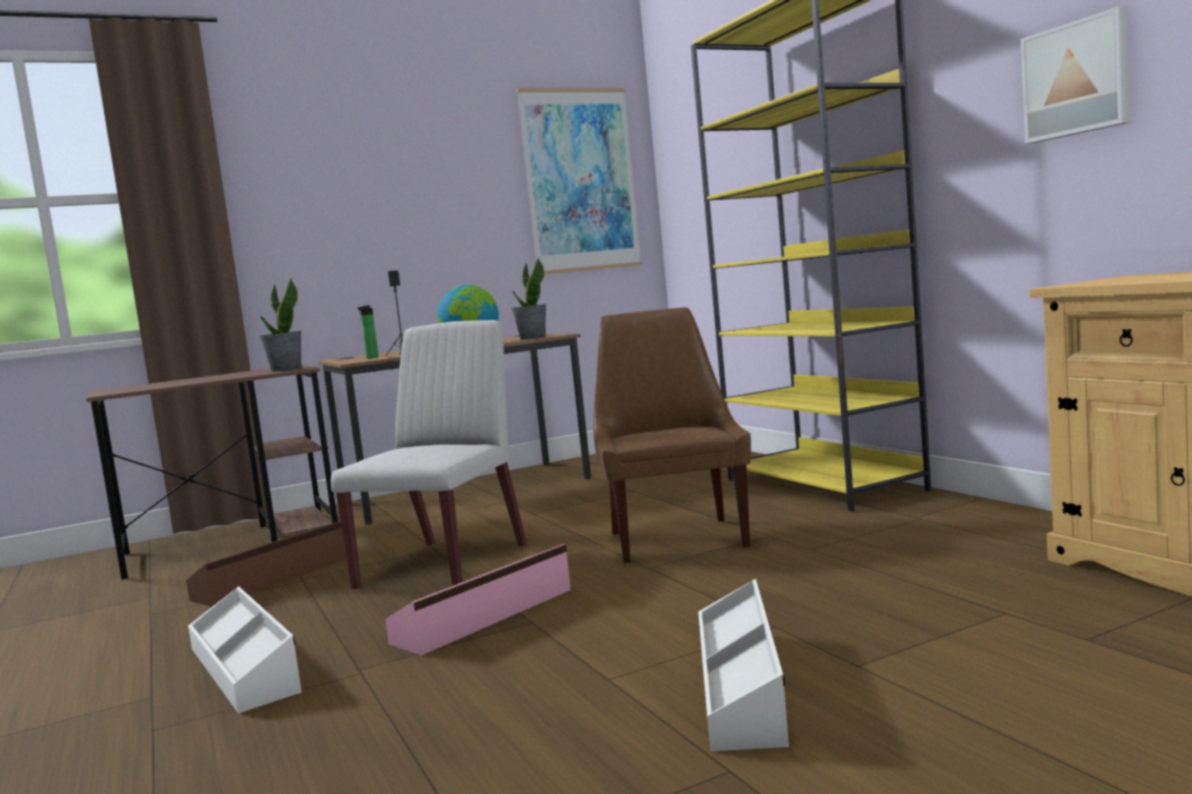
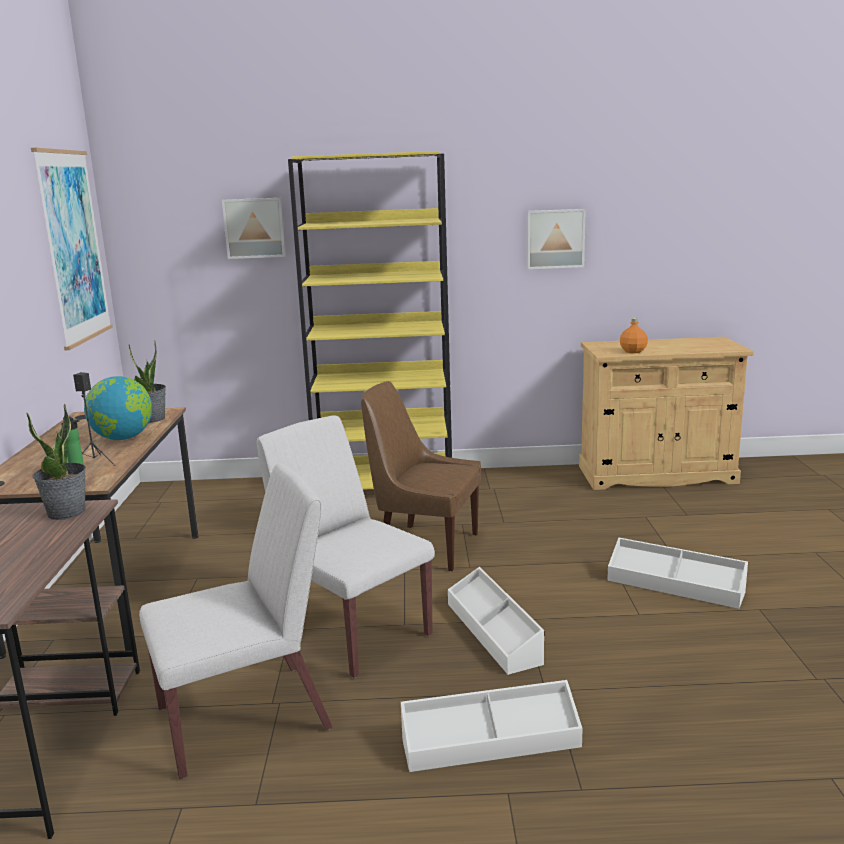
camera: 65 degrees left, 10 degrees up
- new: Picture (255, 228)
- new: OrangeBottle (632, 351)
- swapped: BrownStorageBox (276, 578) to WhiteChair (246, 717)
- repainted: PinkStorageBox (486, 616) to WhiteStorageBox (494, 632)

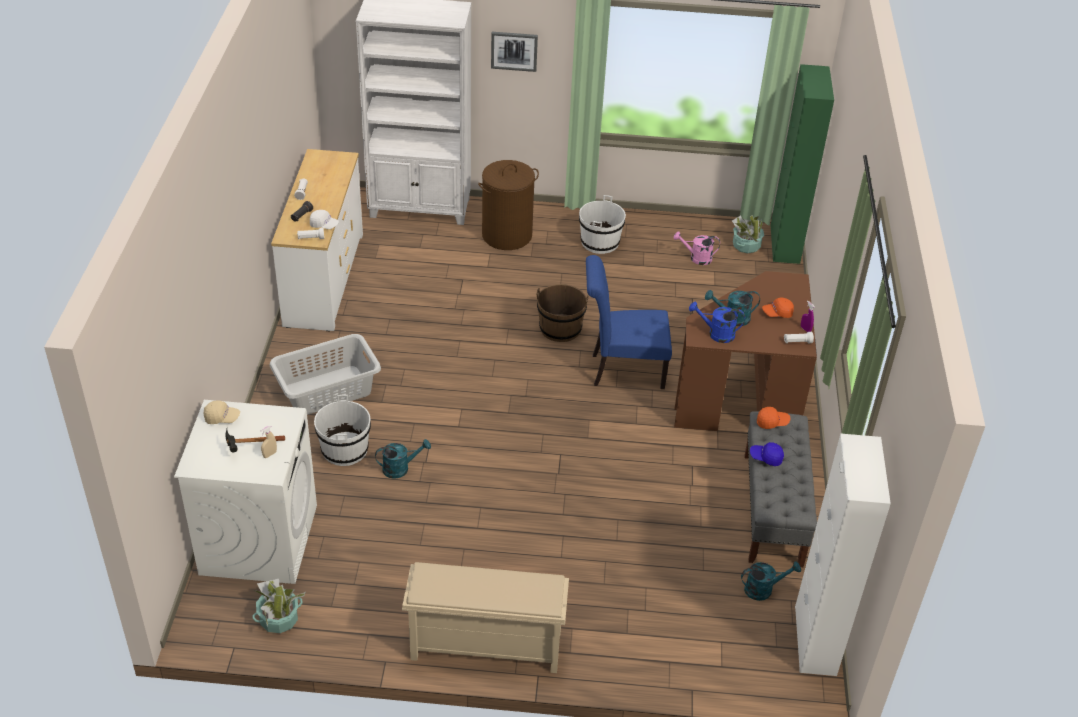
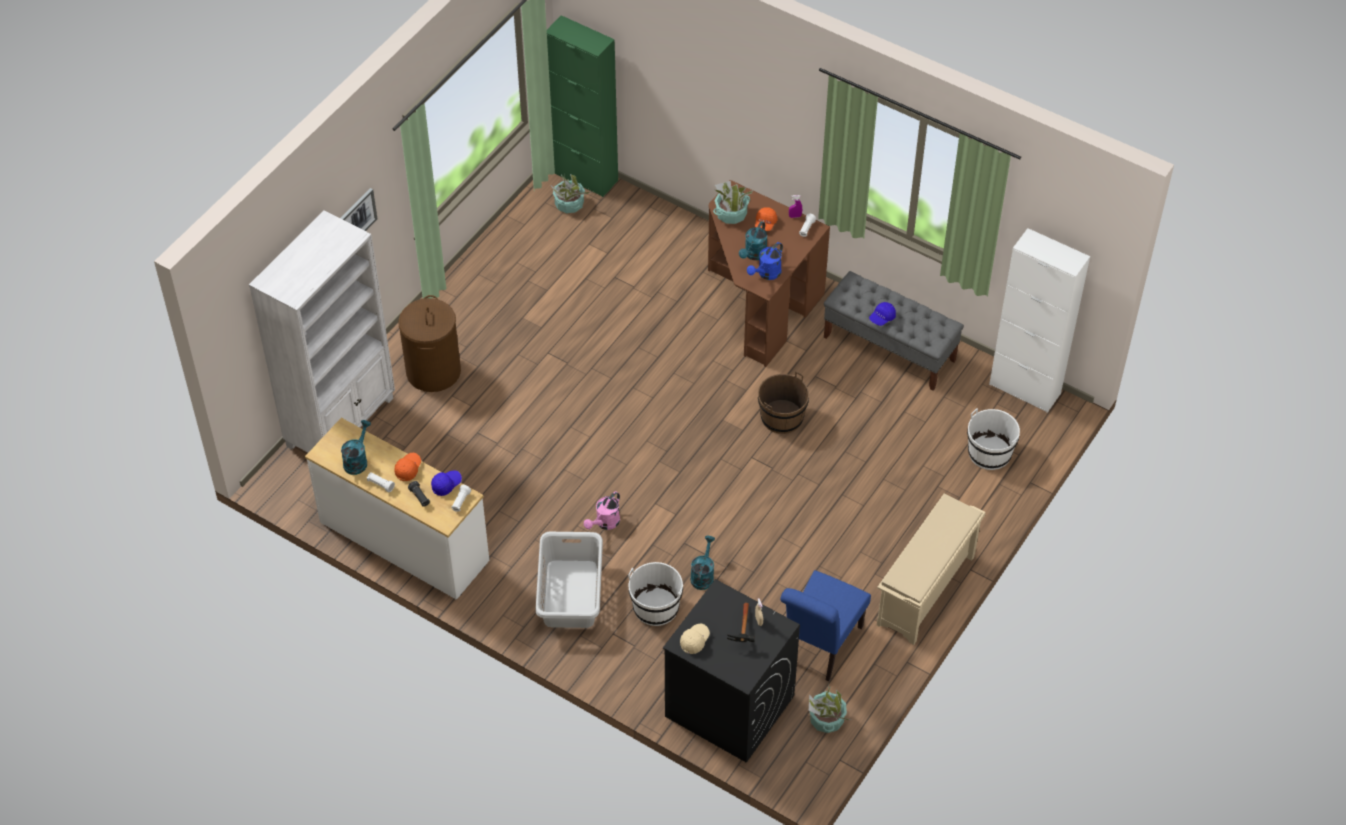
camera: 60 degrees left, 10 degrees up
- new: PottedPlant (731, 214)
- shifted: BrownBucket (560, 329) to (782, 417)
- shifted: WhiteBucket (599, 242) to (989, 453)
- shifted: BlueChair (622, 370) to (819, 647)
- shifted: PinkWateringCan (696, 258) to (605, 523)
- shifted: TurquoiseWateringCan (763, 589) to (357, 460)
- shifted: OrangeCap (772, 422) to (408, 469)
- repainted: WhiteWashingMachine (259, 539) to BlackWashingMachine (728, 706)
- repainted: WhiteCap (324, 225) to BlueCap (446, 485)

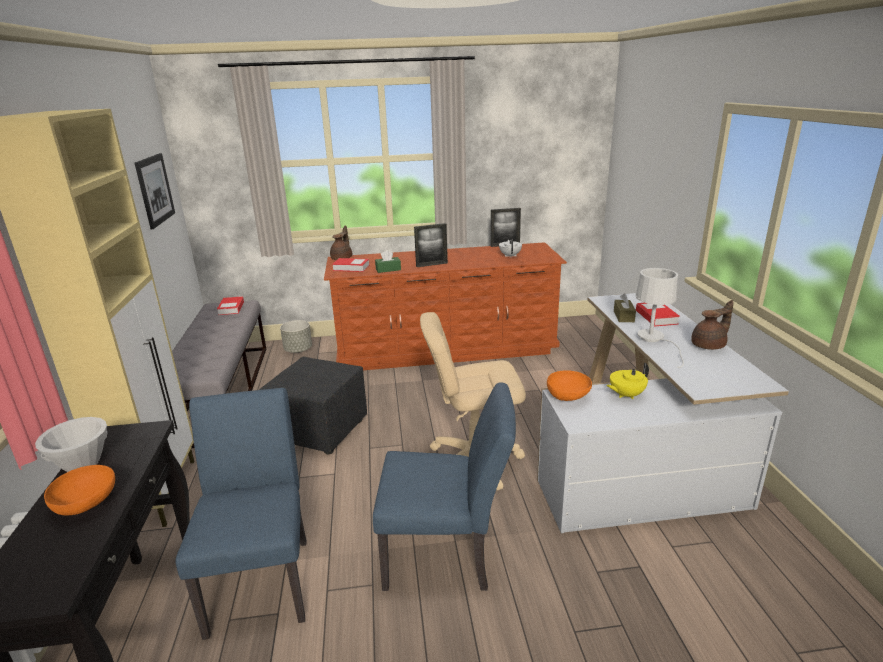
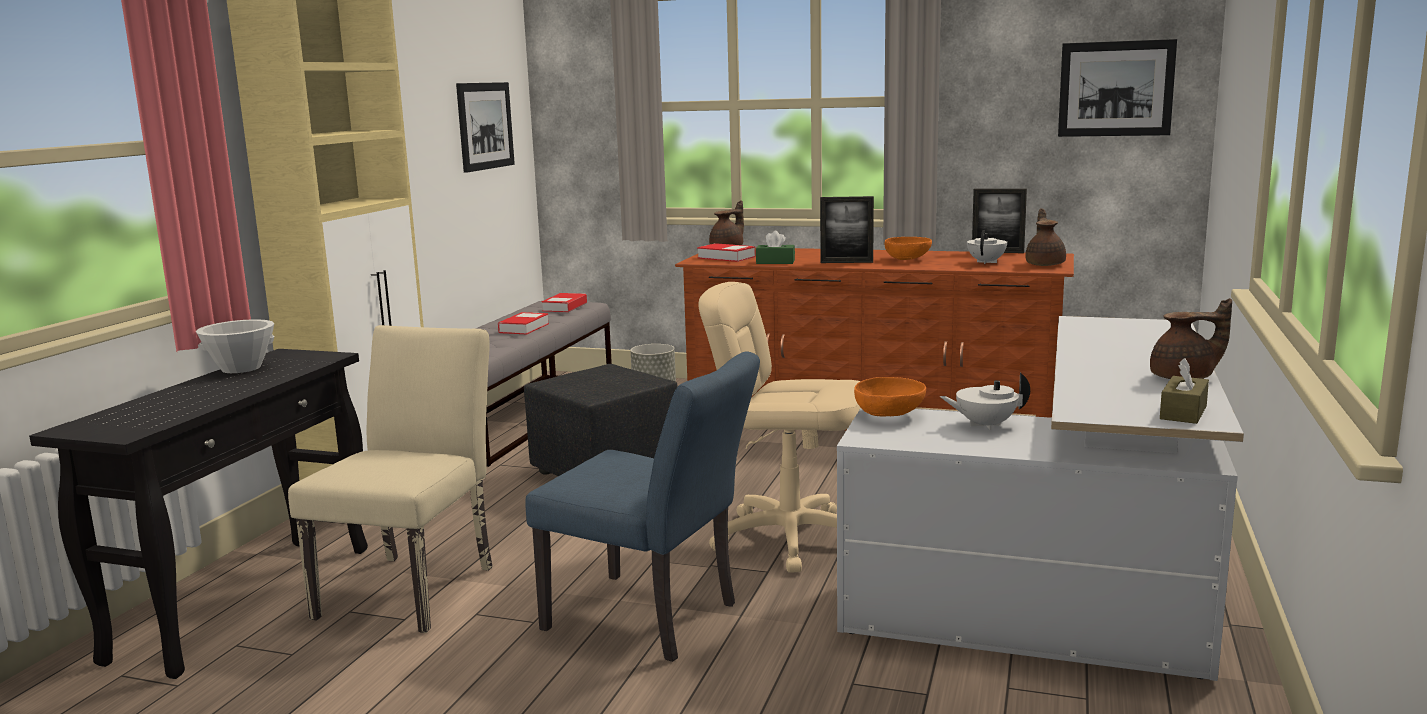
camera: 25 degrees right, 10 degrees down
- gone: WhiteTableLamp (655, 341)
- new: BrownTeapot (1045, 264)
- new: Picture (1115, 89)
- shifted: OrangeBowl (87, 504) to (908, 259)
- shifted: BrownTissueBox (623, 316) to (1183, 412)
- shifted: Book (656, 317) to (524, 328)
- repainted: BlueChair (262, 577) to BeigeChair (415, 586)
- repainted: YellowTeapot (626, 395) to WhiteTeapot (984, 425)

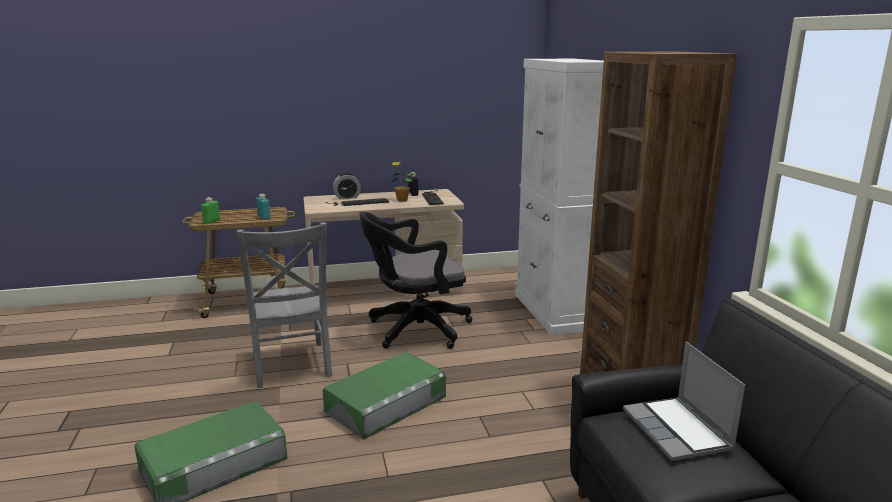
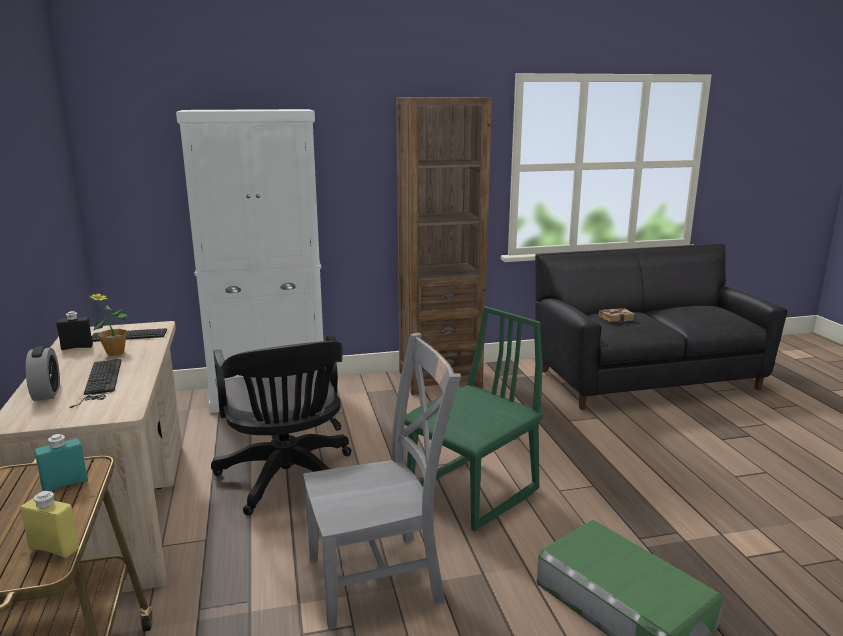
camera: 90 degrees left, 0 degrees up
- swapped: GreenStorageBox (386, 404) to GreenChair (473, 492)
- swapped: Laptop (678, 431) to Book (616, 318)
- repainted: GreenBottle (211, 221) to YellowBottle (54, 548)

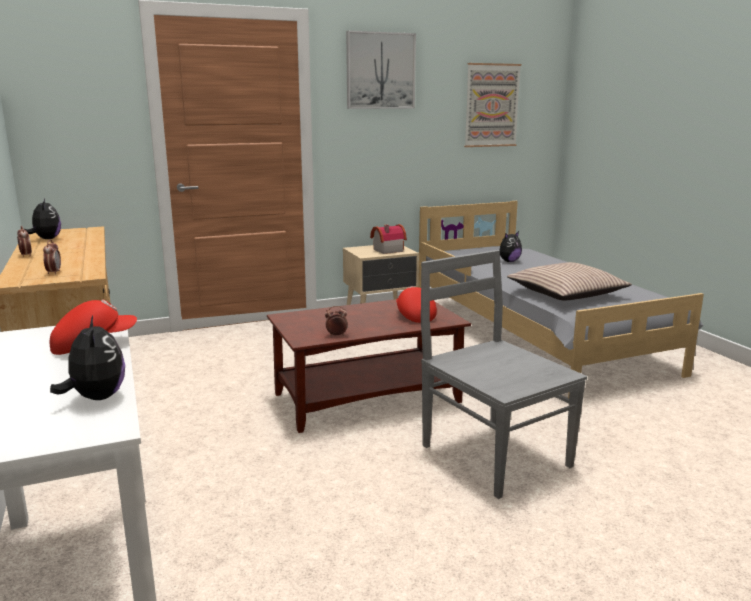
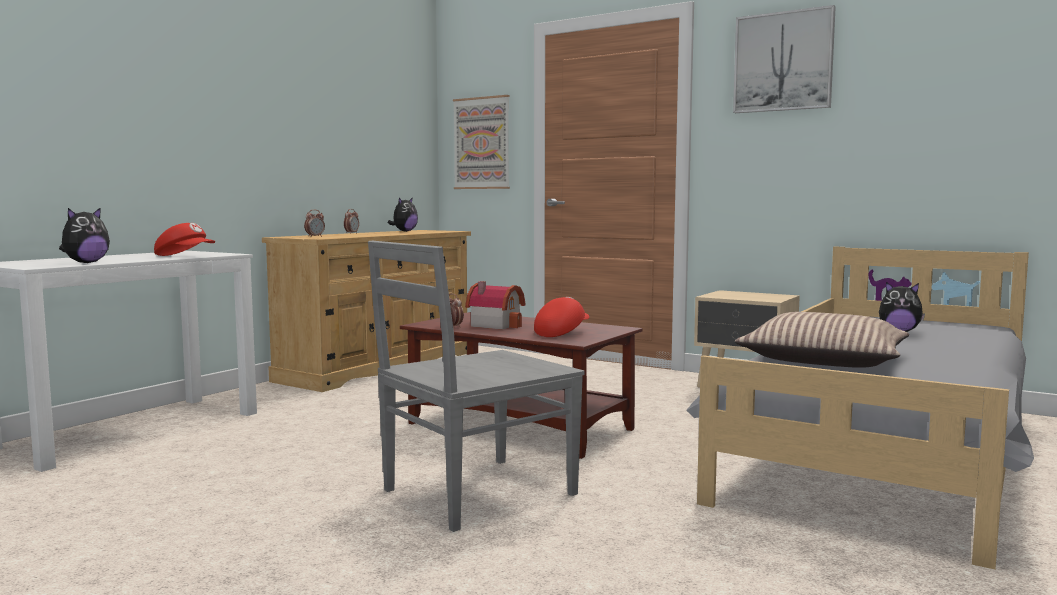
camera: 55 degrees right, 10 degrees down
- shifted: ToyHouse (386, 250) to (496, 324)
- shifted: Picture (491, 105) to (482, 143)
- rotated: GreyChair (493, 454) = (475, 493) 150 degrees counterclockwise

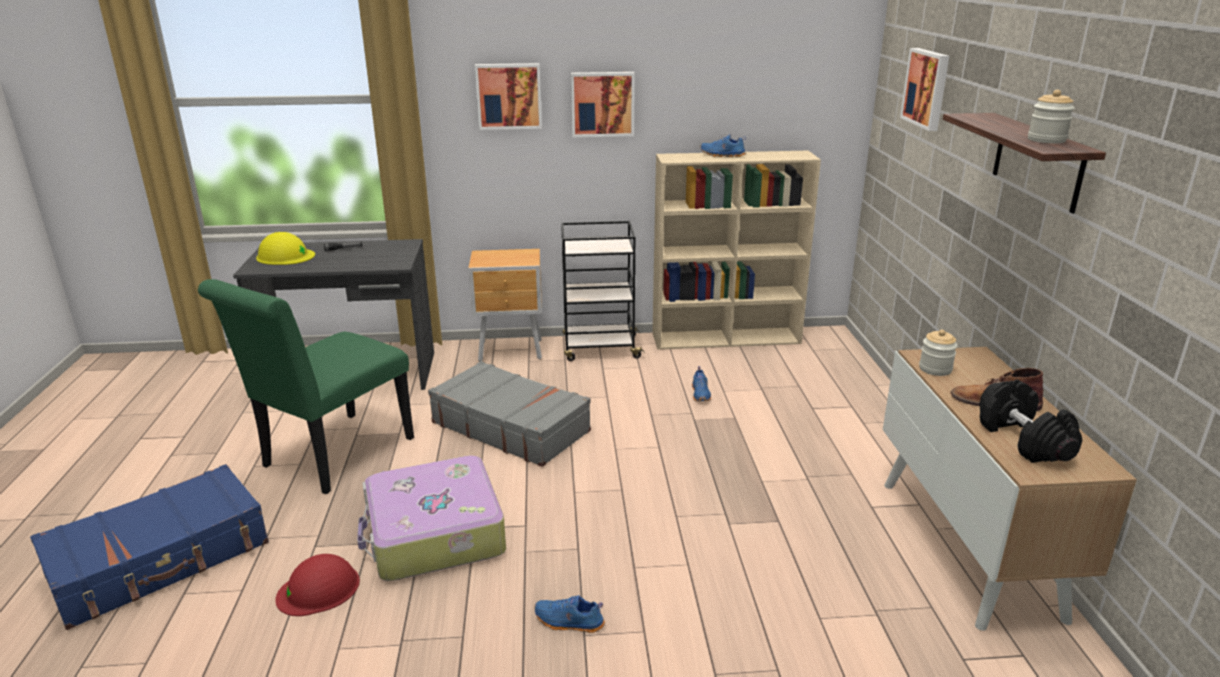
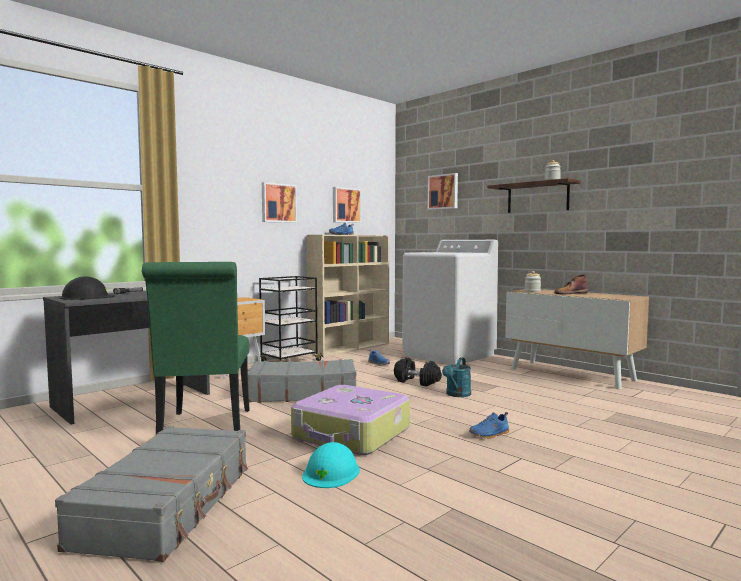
camera: 40 degrees left, 20 degrees down
- new: WhiteWashingMachine (449, 355)
- new: TurquoiseWateringCan (457, 395)
- shifted: Picture (509, 96) to (345, 205)
- shifted: BlackDumbbell (1024, 440) to (417, 382)
- repainted: BlueSuitcase (161, 560) to GreySuitcase (168, 505)
- repainted: YellowHardHat (285, 256) to BlackHardHat (87, 297)
- repainted: RedHardHat (319, 589) to TurquoiseHardHat (331, 472)

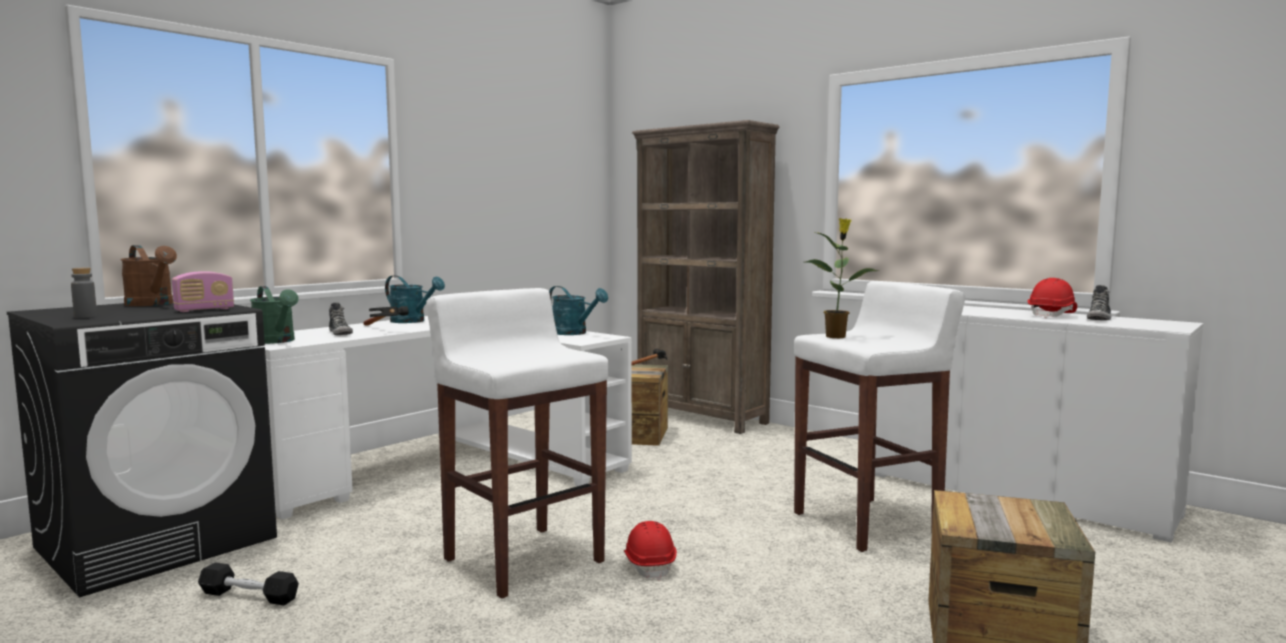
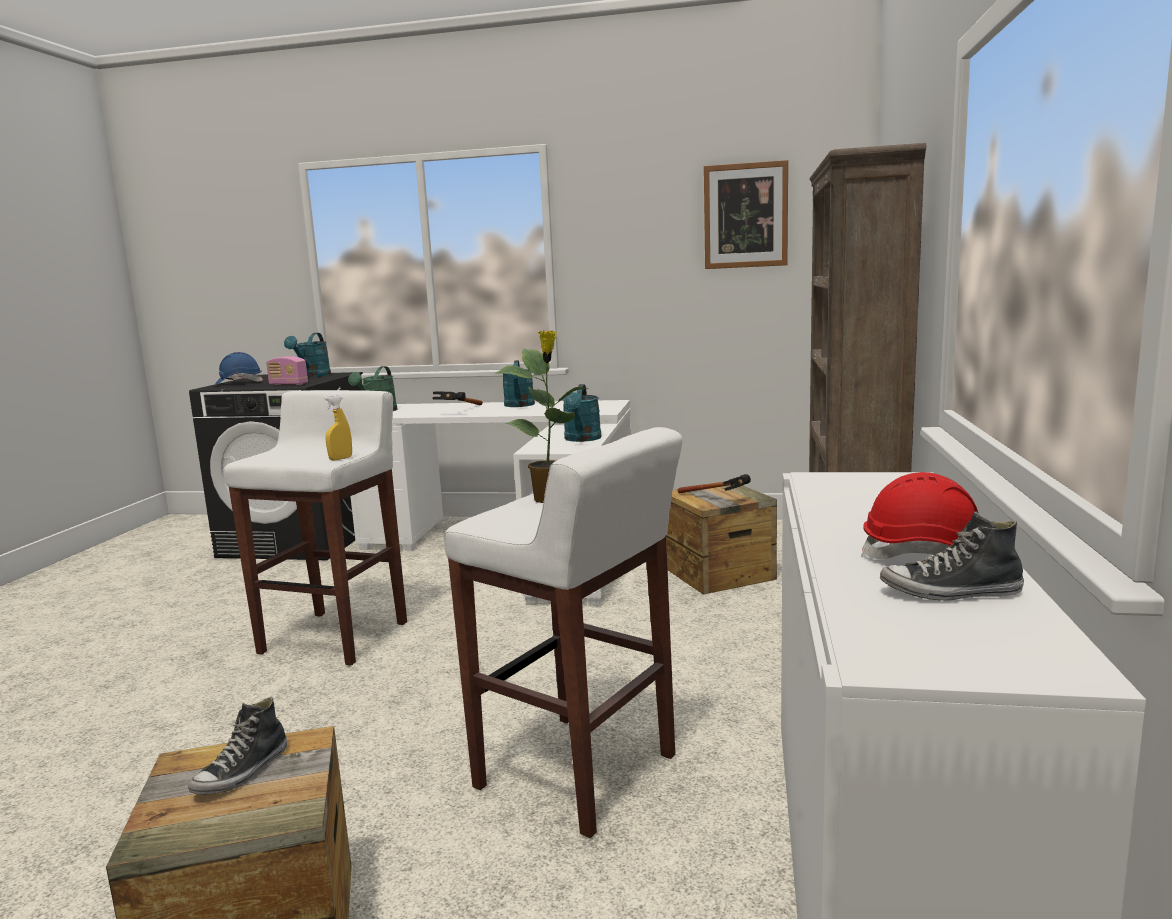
camera: 60 degrees right, 5 degrees up
- gone: BlackDumbbell (249, 596)
- gone: RedHardHat (649, 565)
- new: YellowSprayBottle (340, 458)
- new: Picture (745, 216)
- shifted: Shoe (340, 333) to (242, 772)
- swapped: GreyBottle (85, 316) to BlueHardHat (238, 383)
- repainted: BrownWateringCan (153, 304) to TurquoiseWateringCan (312, 376)

